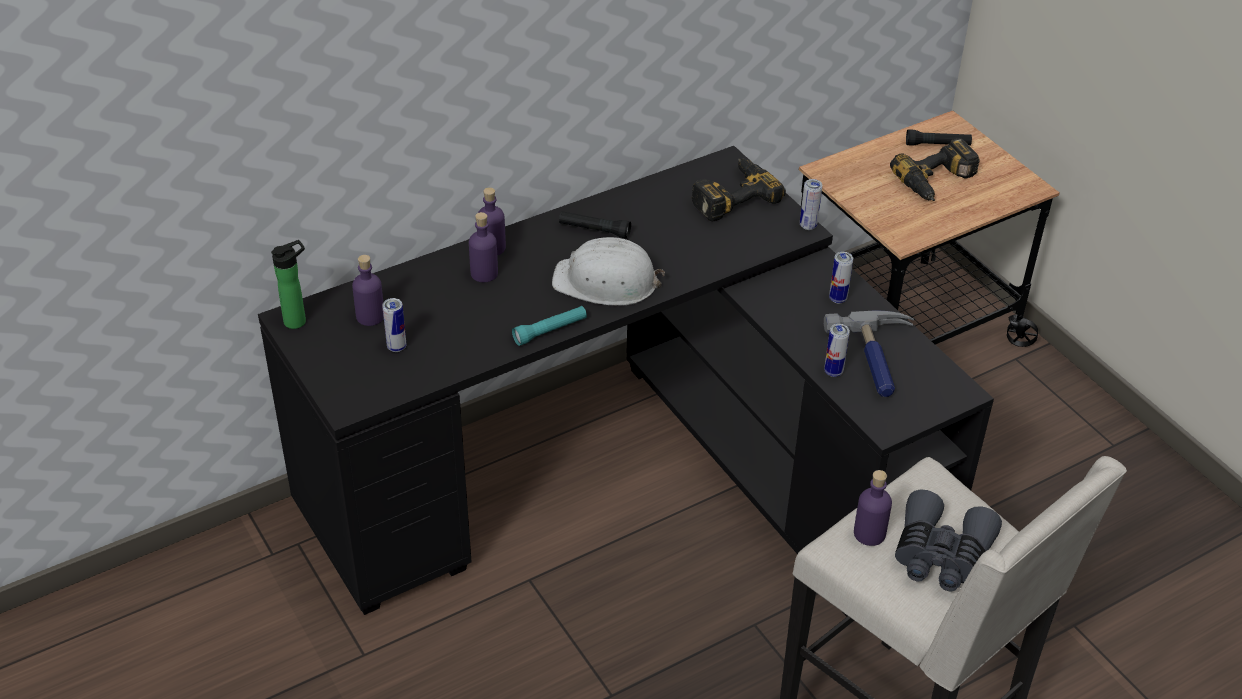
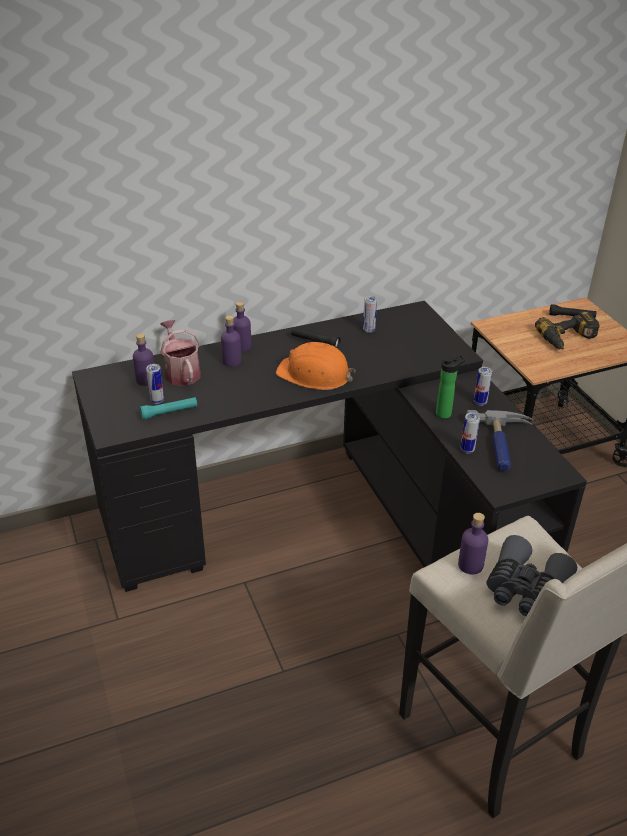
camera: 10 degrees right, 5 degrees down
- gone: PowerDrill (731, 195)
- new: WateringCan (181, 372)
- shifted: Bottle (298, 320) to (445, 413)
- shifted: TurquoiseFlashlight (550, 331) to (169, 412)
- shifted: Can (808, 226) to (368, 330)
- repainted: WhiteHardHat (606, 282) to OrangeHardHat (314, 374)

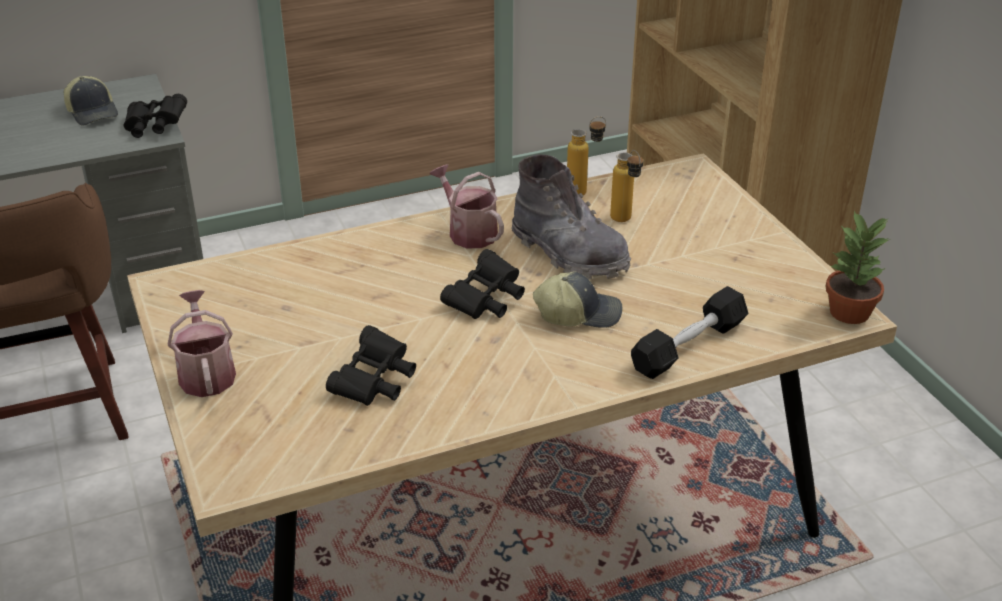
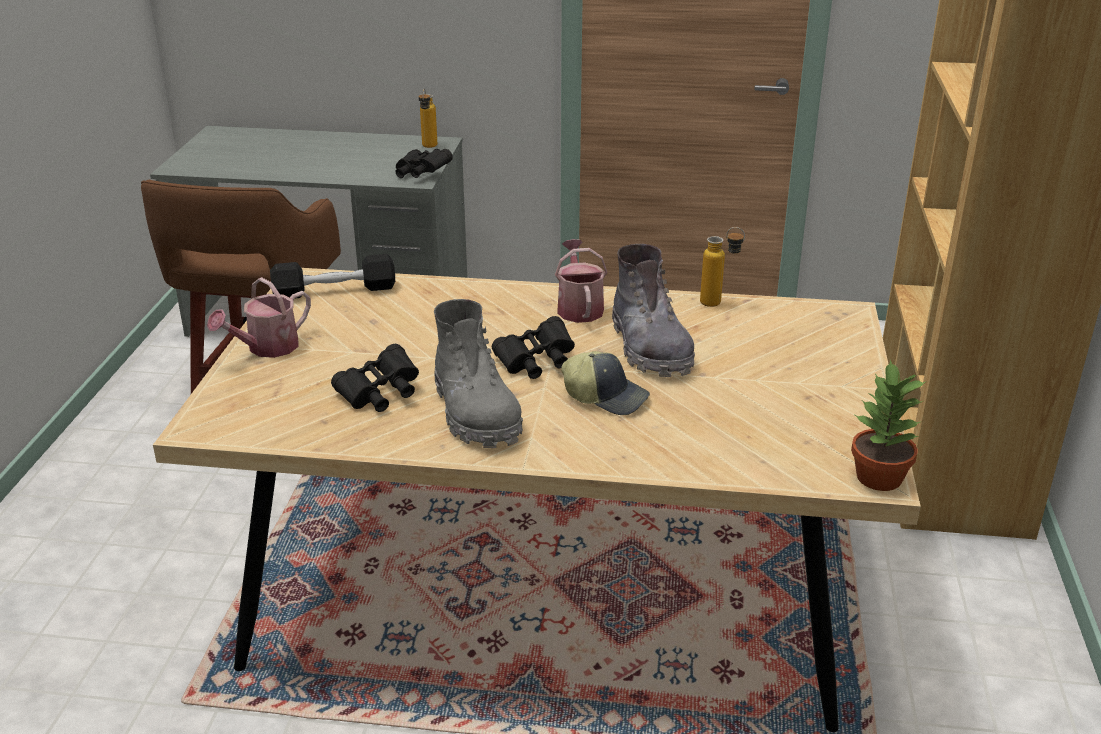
camera: 30 degrees right, 5 degrees down
- gone: Cap (93, 112)
- new: GreyBoot (476, 413)
- shifted: Bottle (625, 221) to (428, 148)
- shifted: BlackDumbbell (688, 346) to (334, 290)
- rotated: WateringCan (206, 373) = (267, 348) 150 degrees counterclockwise

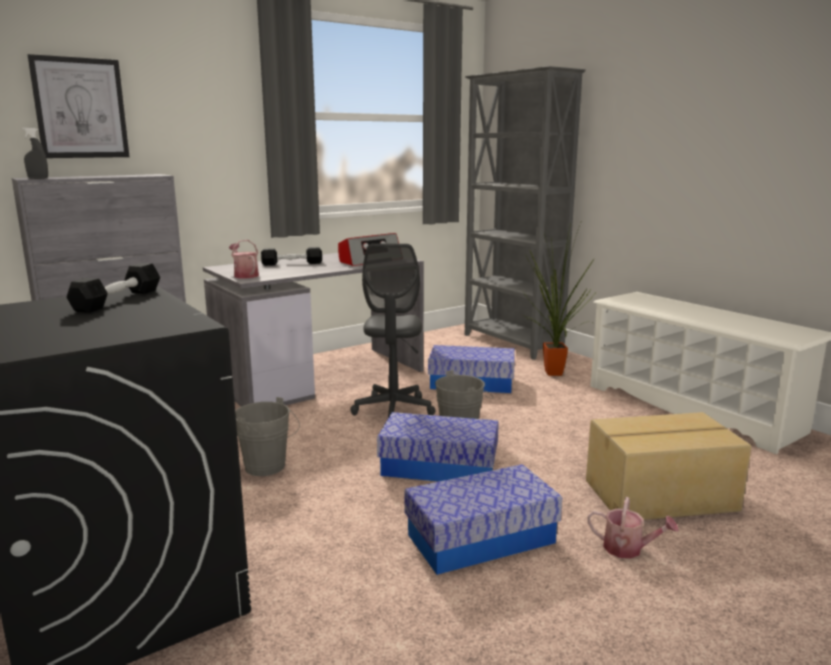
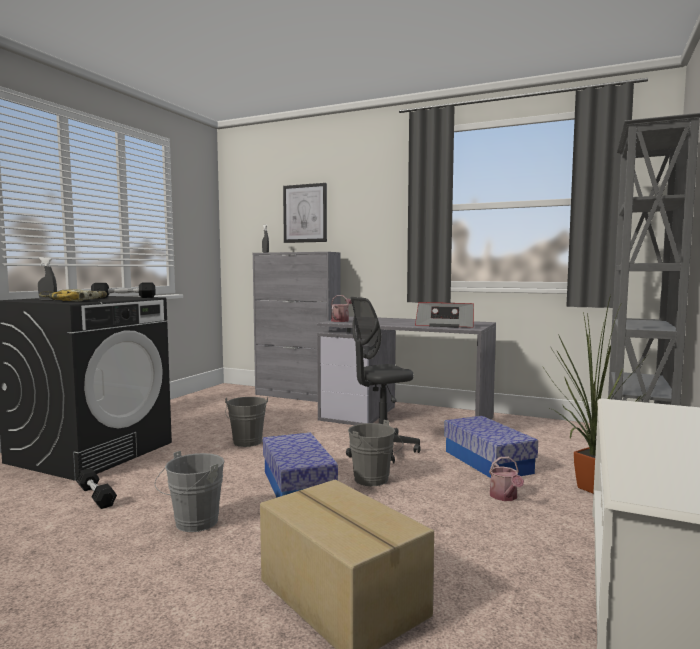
camera: 60 degrees right, 10 degrees down
- new: GreySprayBottle (48, 300)
- new: PowerDrill (75, 301)
- shifted: BlackDumbbell (292, 263) to (96, 496)
- shifted: WateringCan (628, 549) to (505, 497)
- swapped: StorageBox (481, 538) to GreyBucket (192, 524)

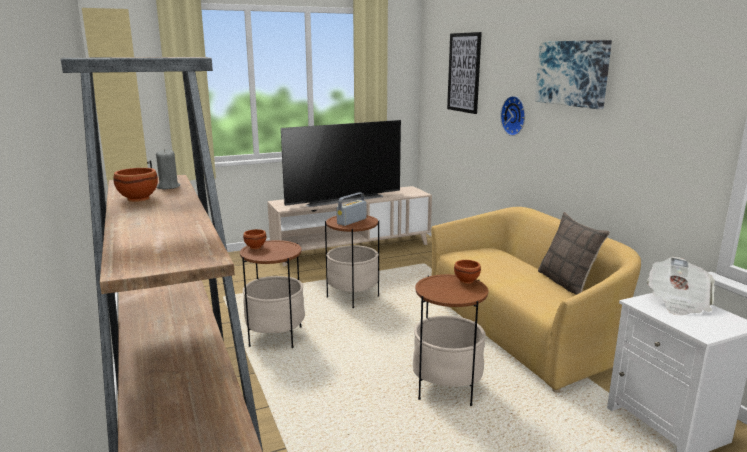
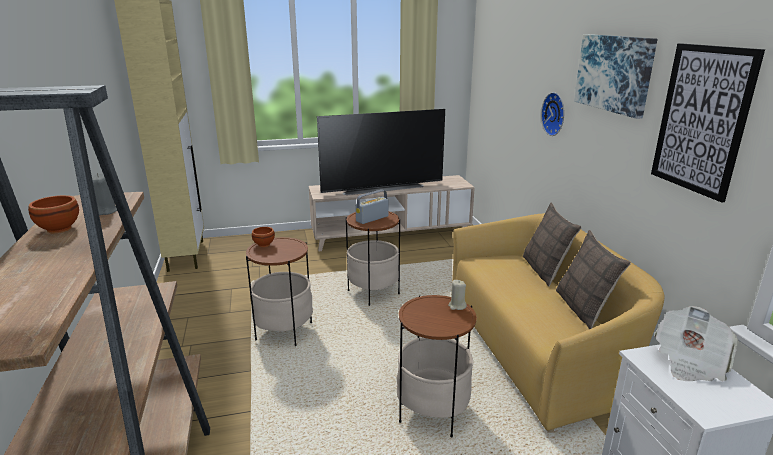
camera: 10 degrees right, 5 degrees up
- new: Pillow (545, 270)
- shifted: Picture (464, 72) to (702, 120)
- swapped: BrownBowl (466, 280) to BeigeCandle (457, 306)

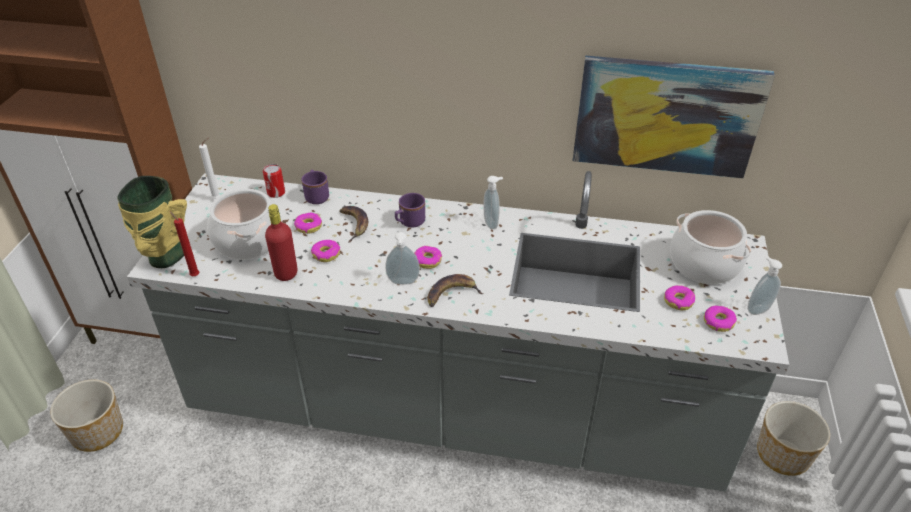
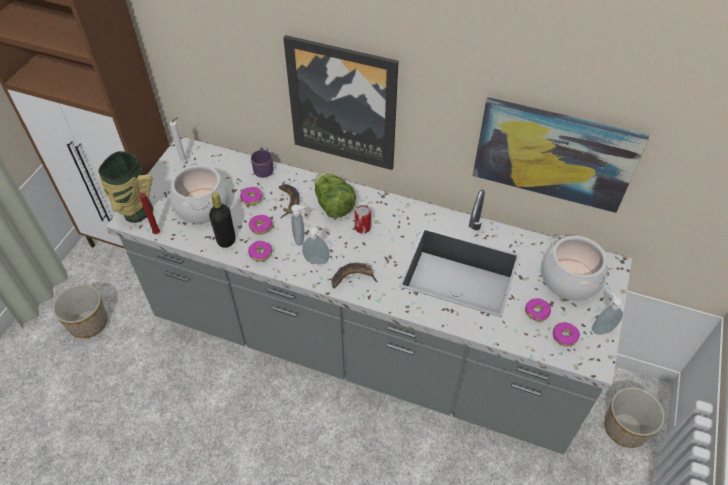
camera: 10 degrees right, 10 degrees up
- new: Picture (343, 104)
- shifted: Can (276, 193) to (362, 228)
- shifted: Donut (427, 261) to (260, 253)
- shifted: SoapDispenser (492, 223) to (300, 239)
- swapped: PurpleMug (409, 222) to Lettuce (333, 205)
- repainted: RedBottle (286, 273) to BlackBottle (226, 240)

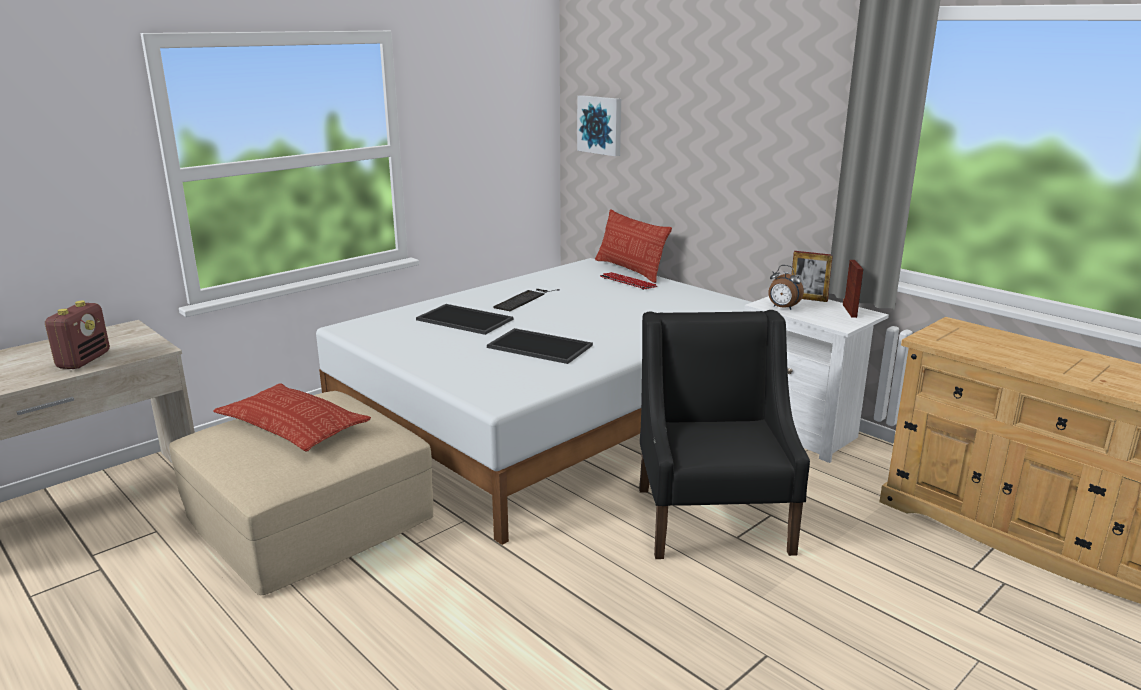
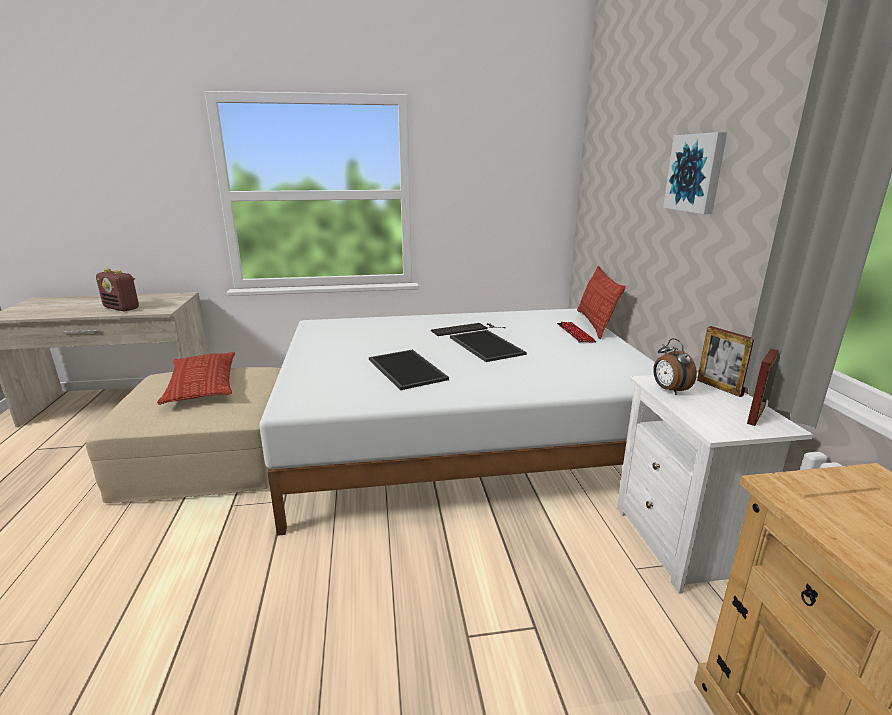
camera: 35 degrees right, 0 degrees up
- gone: BlackArmchair (713, 518)
- shifted: Tray (463, 320) to (484, 345)
- shifted: Picture (601, 125) to (696, 173)
- rotated: Radio (84, 360) = (122, 308) 75 degrees clockwise

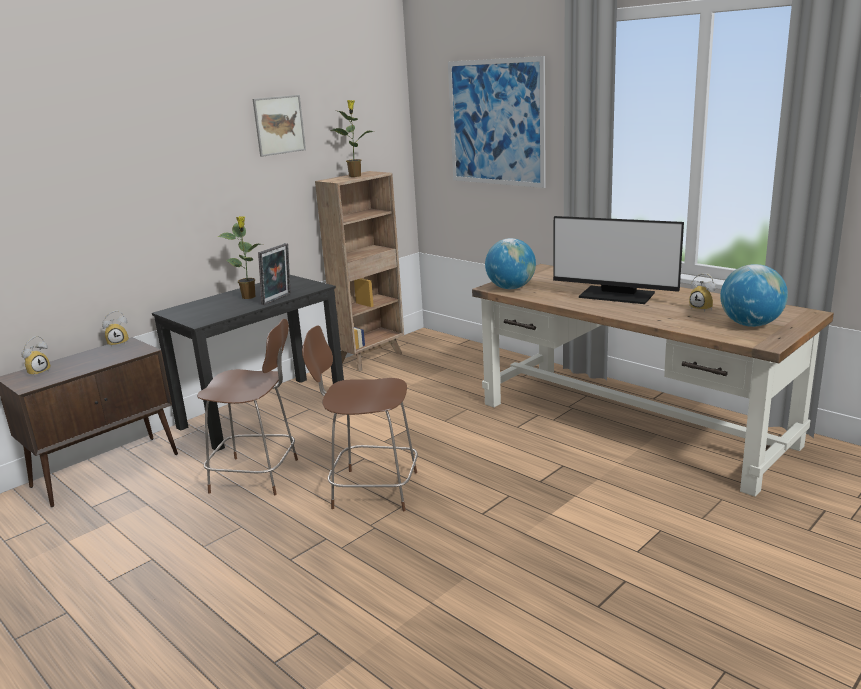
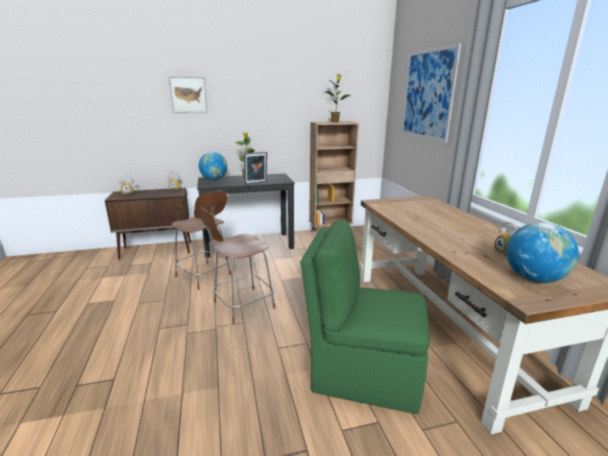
camera: 30 degrees right, 0 degrees up
- gone: Monitor (616, 295)
- new: GreenChair (363, 373)
- shifted: Picture (279, 125) to (188, 95)
- shifted: Globe (510, 288) to (214, 179)
- rotated: BrownChair (371, 489) = (241, 306) 75 degrees counterclockwise

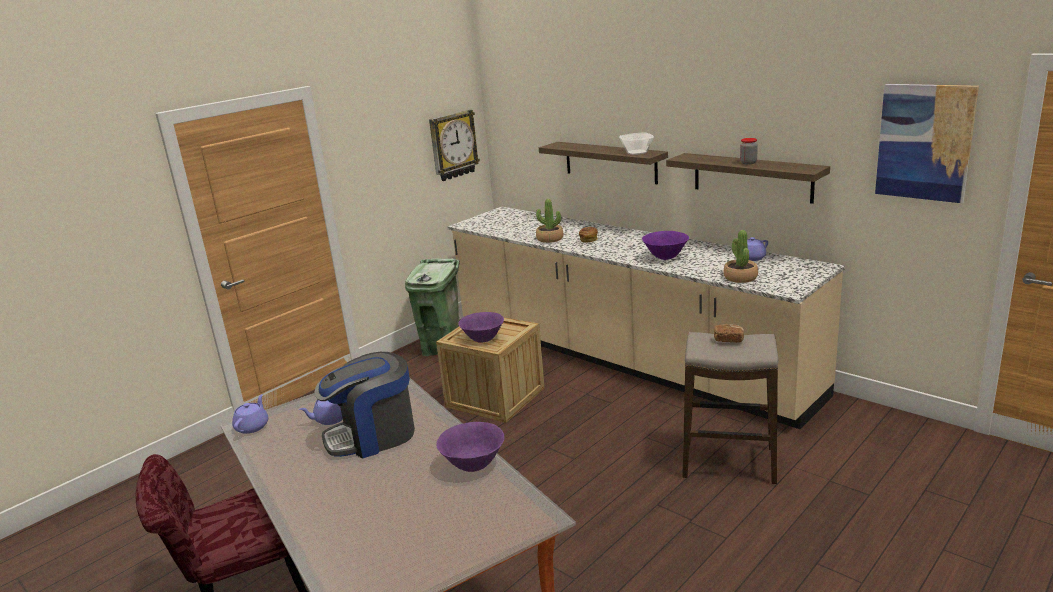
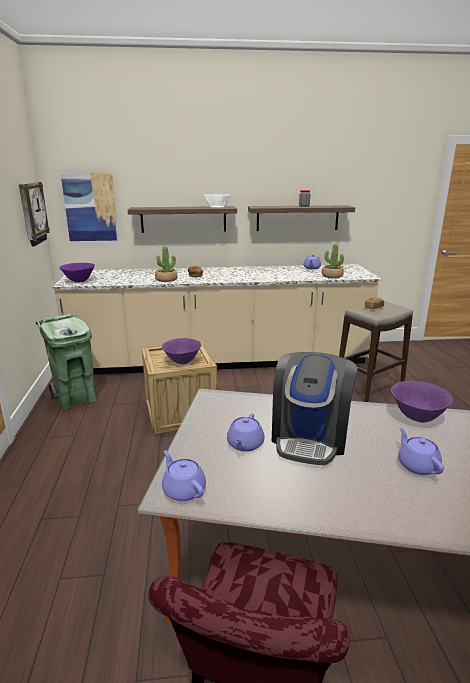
camera: 50 degrees left, 0 degrees up
- new: PurpleTeapot (417, 465)
- shifted: PurpleBowl (665, 258) to (79, 281)
- shifted: Picture (924, 142) to (90, 207)

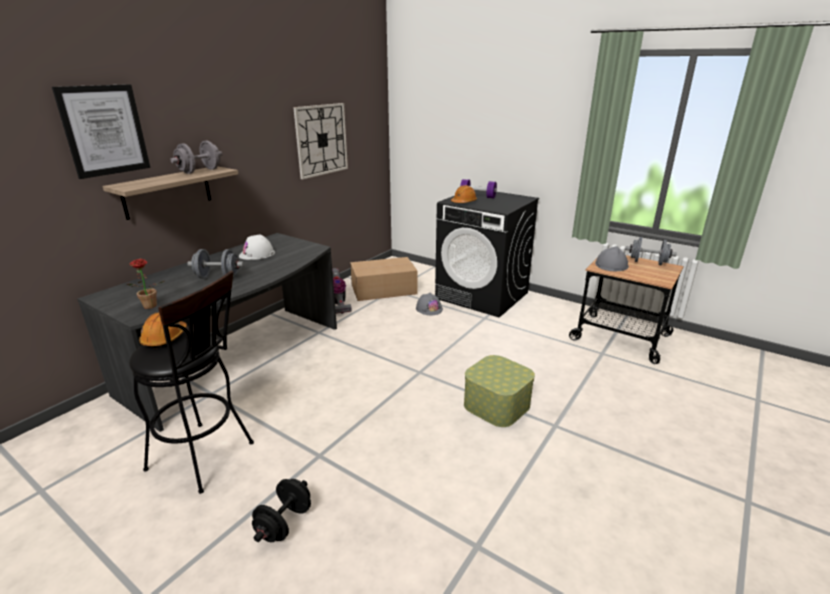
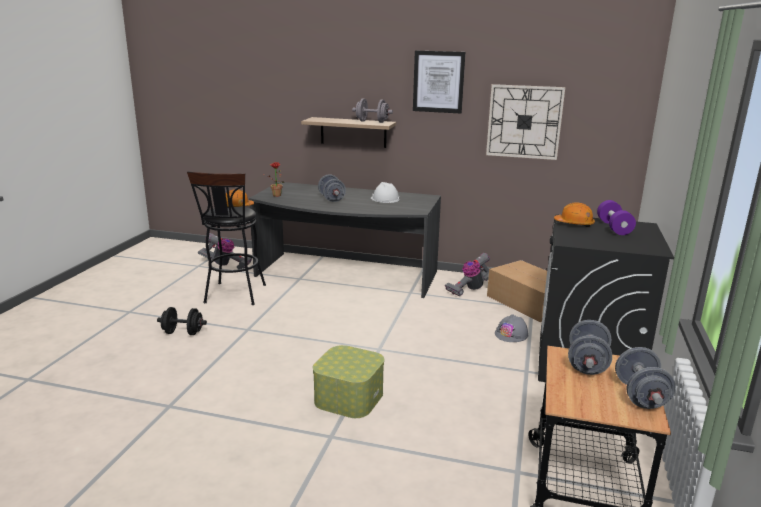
camera: 70 degrees right, 5 degrees down
- new: VacuumCleaner (225, 265)
- shifted: Picture (104, 130) to (438, 82)
- swapped: GreyHardHat (611, 265) to GreyDumbbell (587, 364)

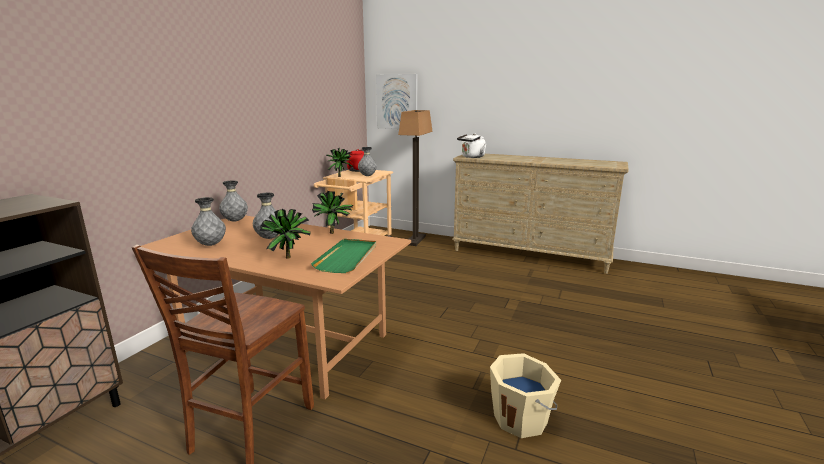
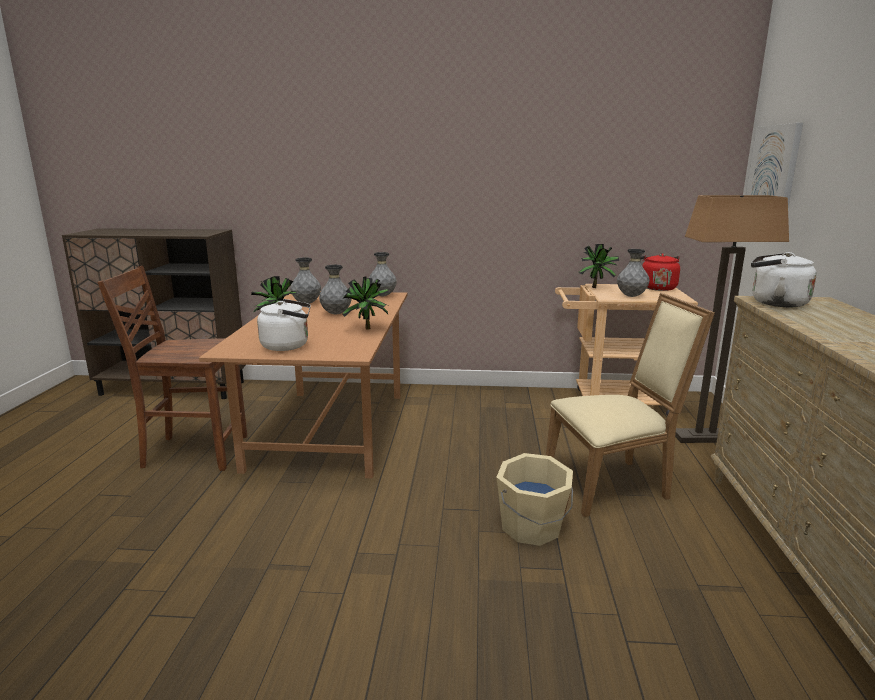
camera: 70 degrees right, 0 degrees up
- new: BeigeChair (613, 484)
- shifted: BeigeBucket (521, 418) to (532, 528)
- swapped: GreenTray (347, 257) to WhiteKettle (288, 346)

